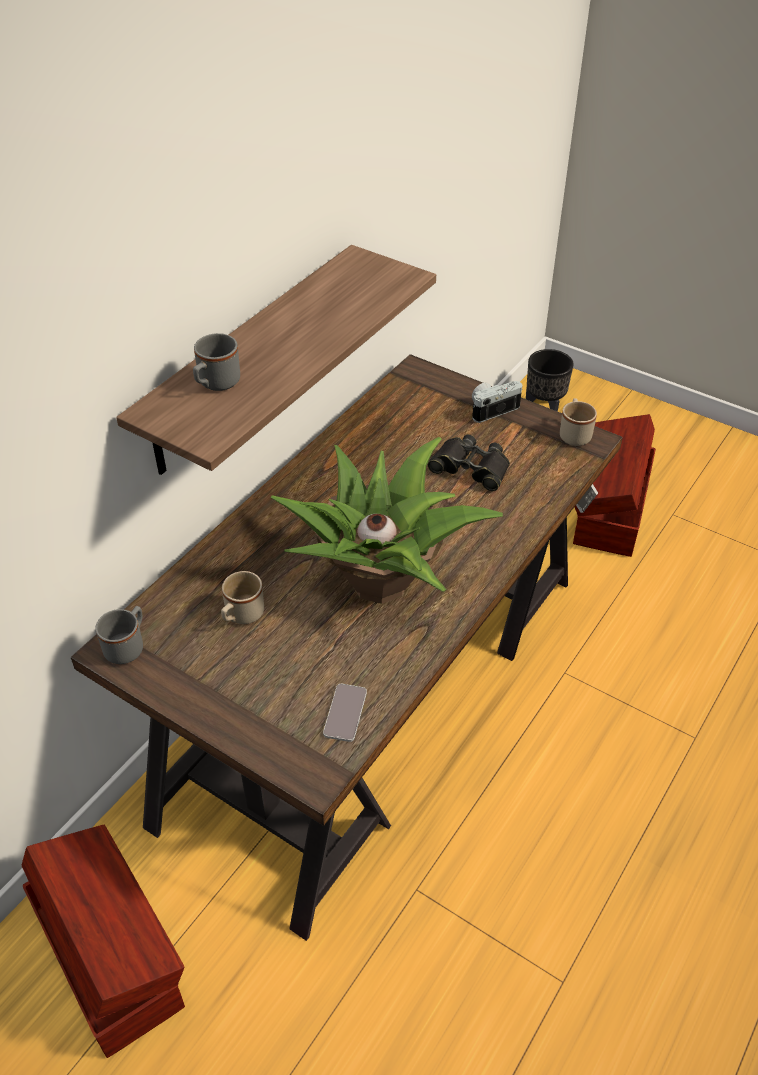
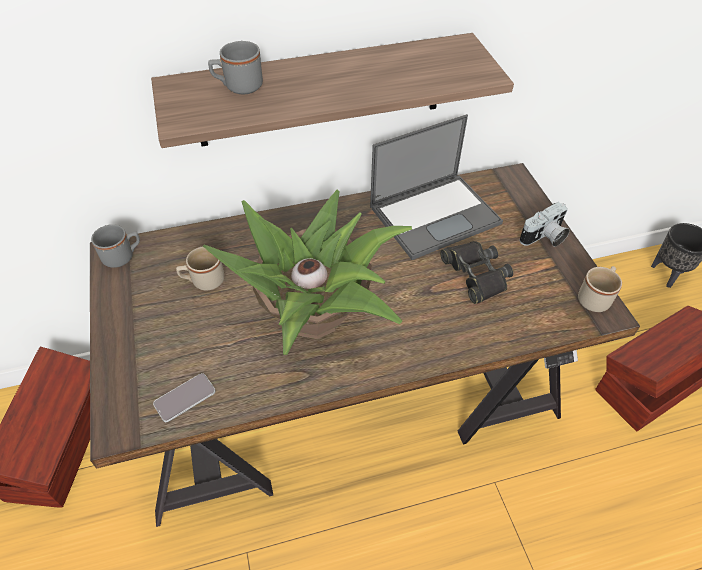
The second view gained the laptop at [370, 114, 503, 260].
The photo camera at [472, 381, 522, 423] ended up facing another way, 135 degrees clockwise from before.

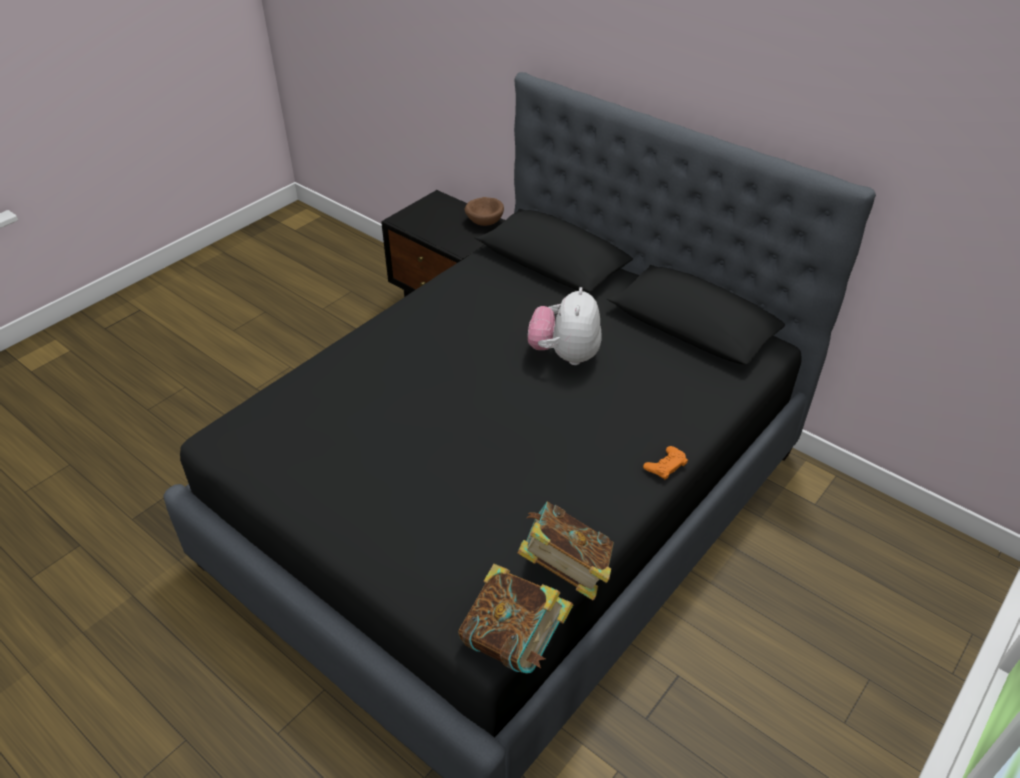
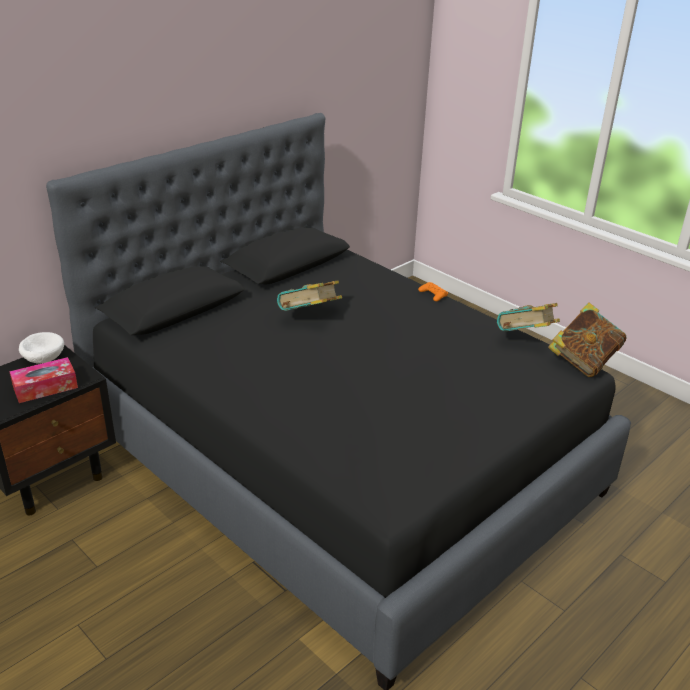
The second view gained the tissue box at [9, 357, 78, 403].
Where the plush toy stood at [528, 287, 601, 365], the book came to stand at [277, 280, 342, 311].
What was the brown bowl at [464, 197, 504, 226] turned into the white bowl at [19, 332, 64, 363].

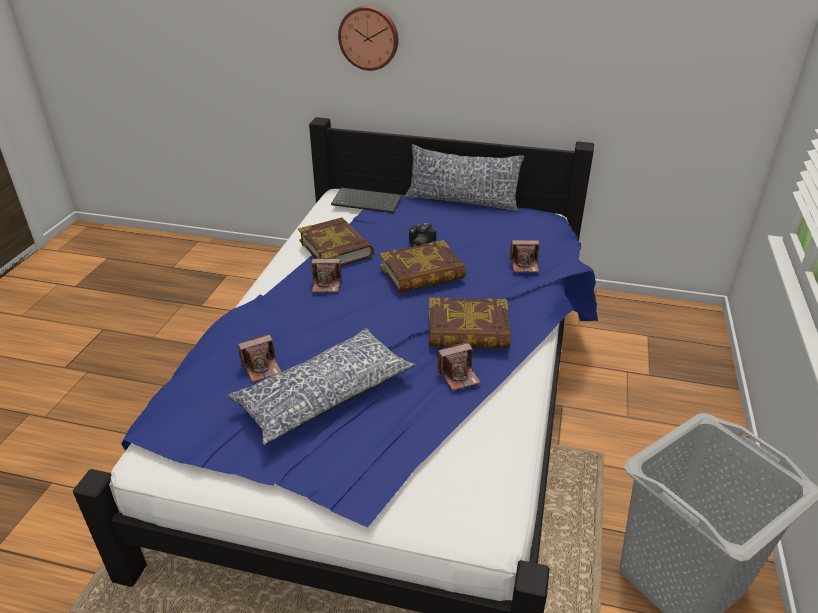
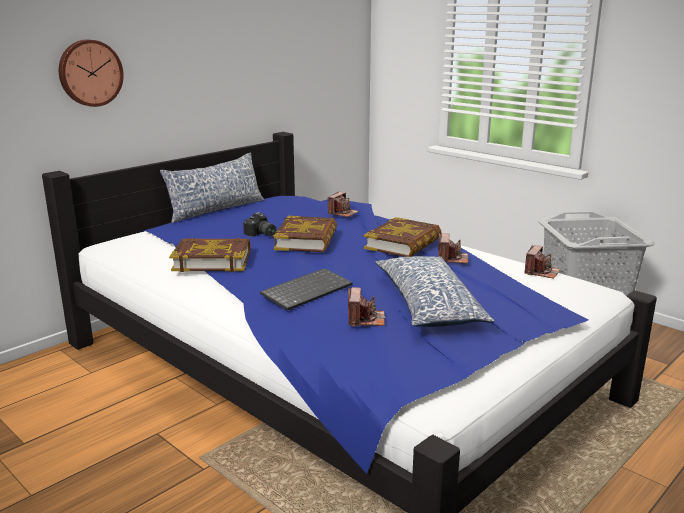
The photo camera ended up elsewhere, having gone from [311, 257, 342, 292] to [524, 245, 560, 279].
The keyboard ended up elsewhere, having gone from [331, 188, 402, 213] to [260, 268, 353, 311].

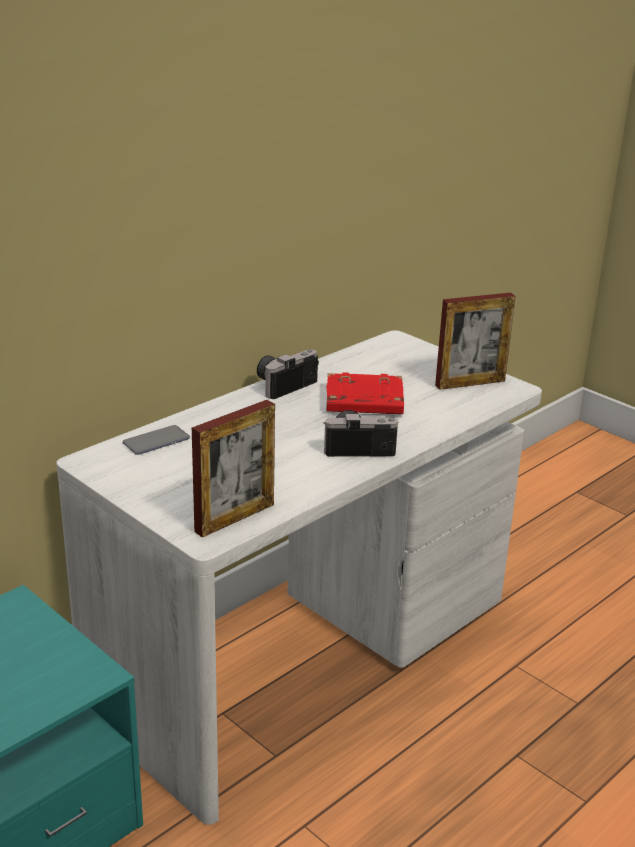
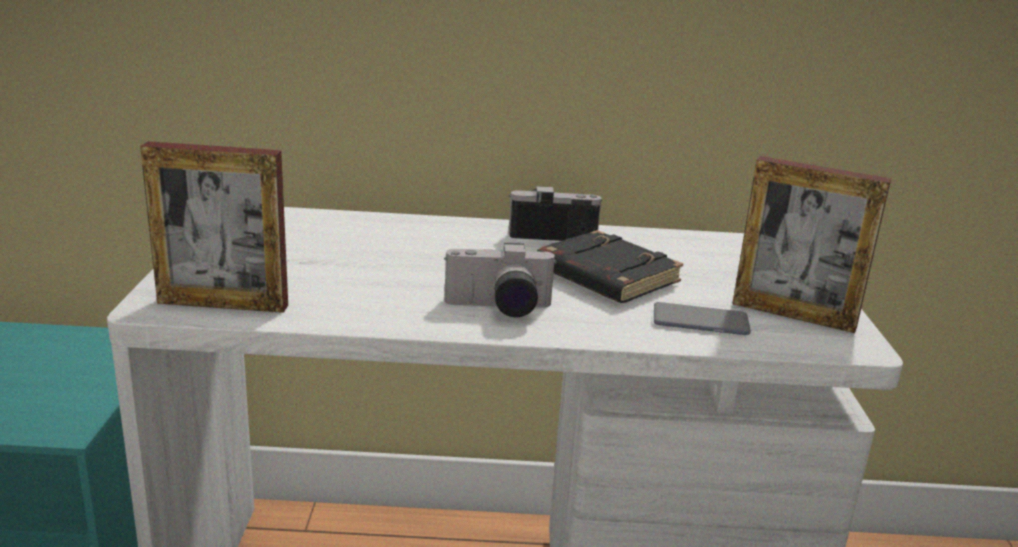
The phone ended up elsewhere, having gone from [122, 425, 190, 455] to [654, 302, 751, 335].
What was the red book at [326, 372, 404, 414] turned into the black book at [537, 230, 683, 303].
The photo camera at [323, 410, 399, 457] ended up facing another way, 135 degrees clockwise from before.

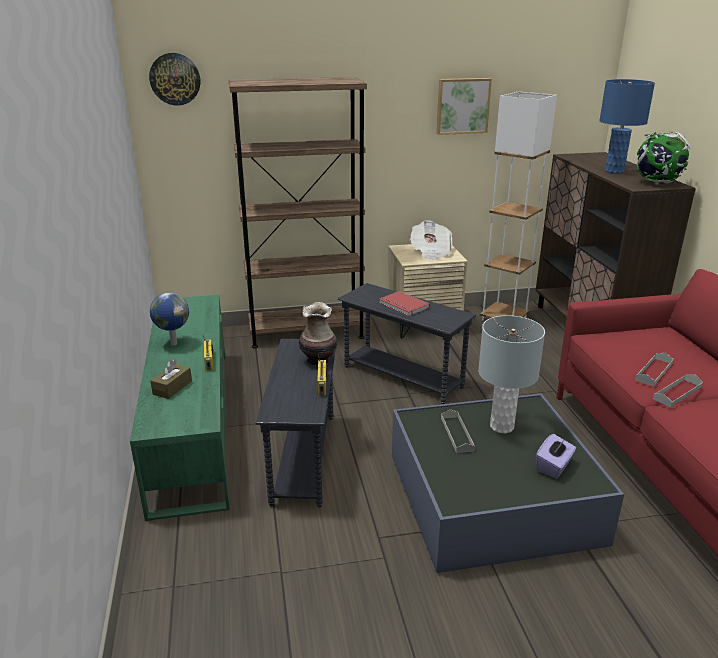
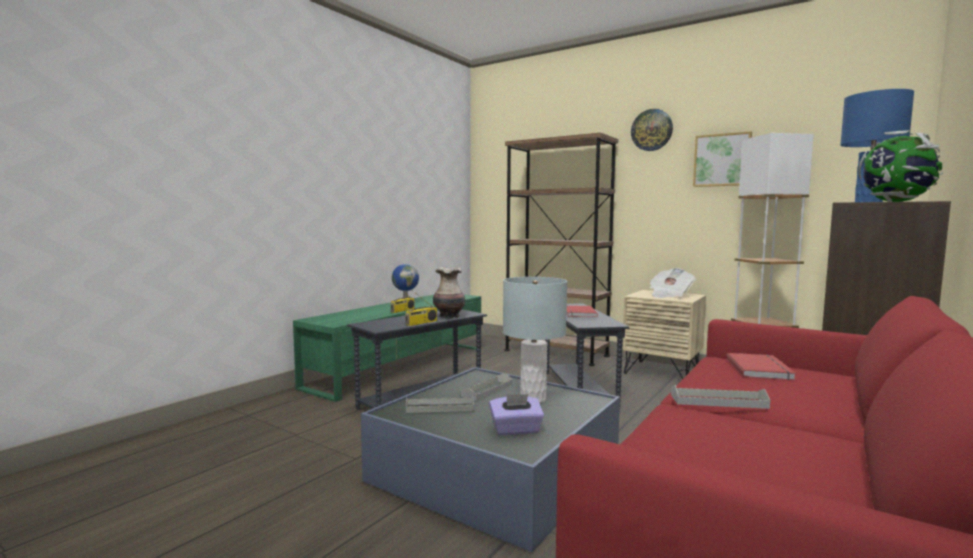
The second view lost the brown tissue box at [150, 359, 192, 399].
The second view gained the red book at [727, 353, 796, 380].
The wall clock ended up elsewhere, having gone from [149, 53, 200, 106] to [631, 109, 673, 151].
The grey tray ended up elsewhere, having gone from [635, 353, 673, 386] to [406, 396, 474, 413].

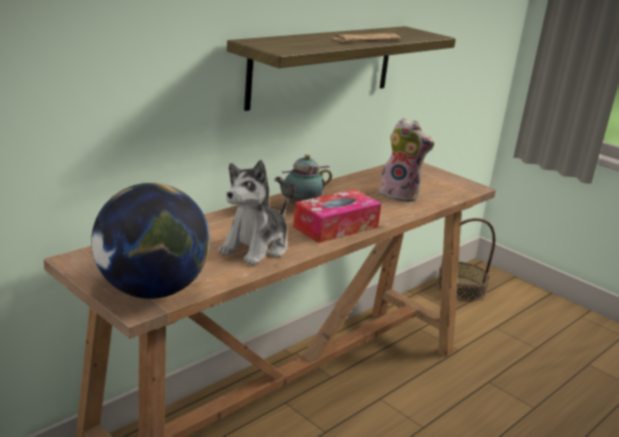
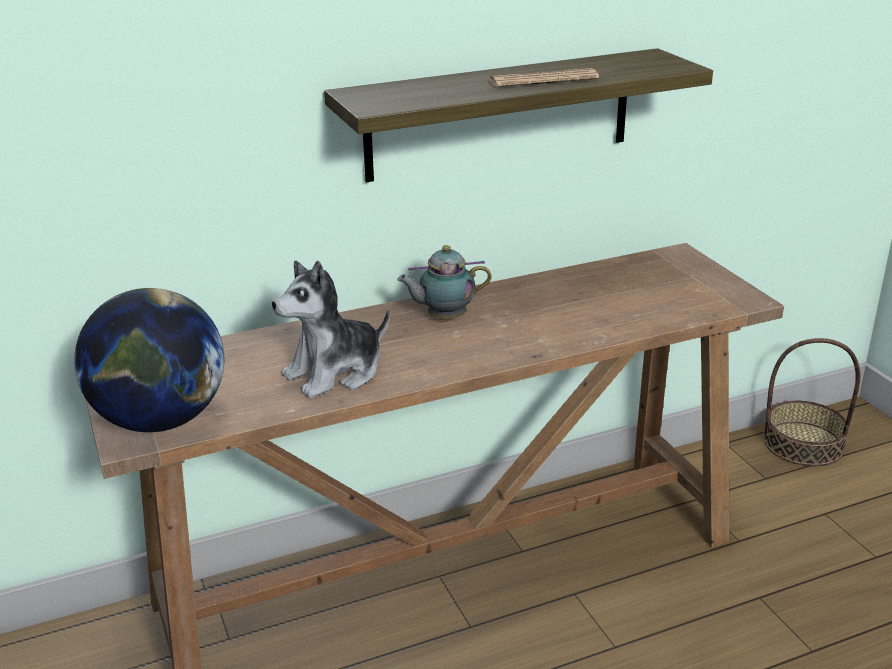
The second view lost the tissue box at [293, 189, 382, 243].
The second view lost the plush toy at [374, 118, 434, 202].

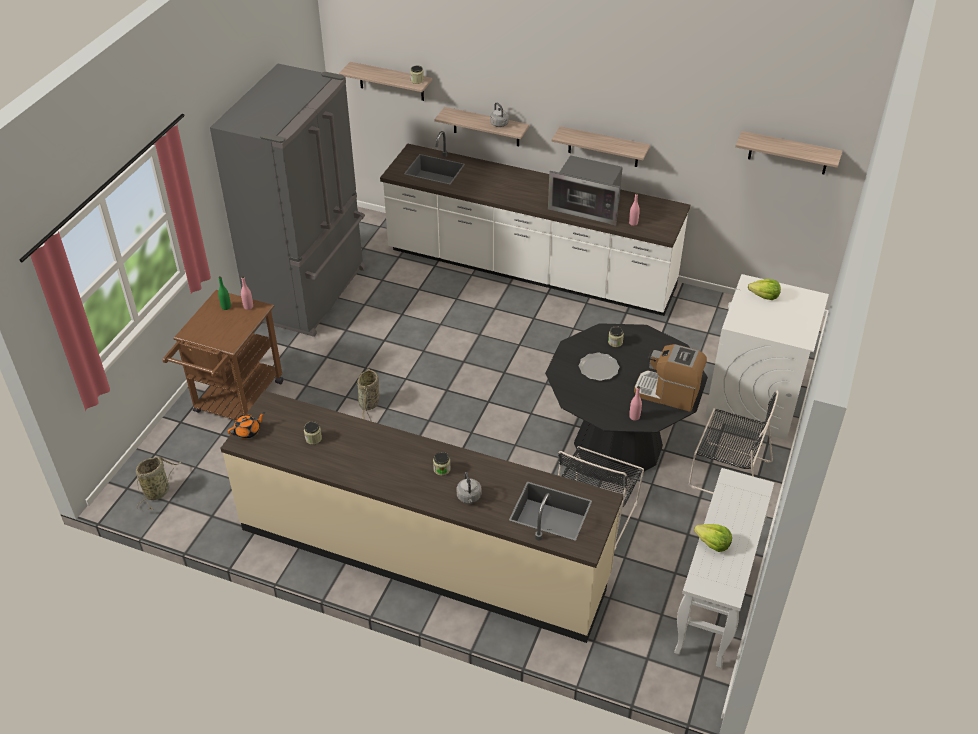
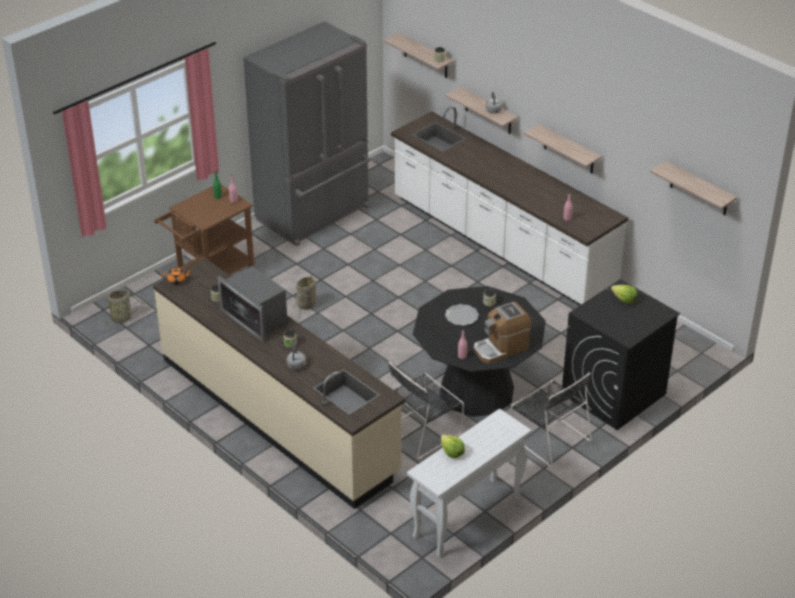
The microwave ended up elsewhere, having gone from [548, 155, 623, 225] to [217, 266, 288, 343].
What was the white washing machine at [705, 274, 829, 440] turned into the black washing machine at [562, 279, 680, 430].
The coffee machine at [634, 344, 707, 412] ended up facing another way, 75 degrees counterclockwise from before.

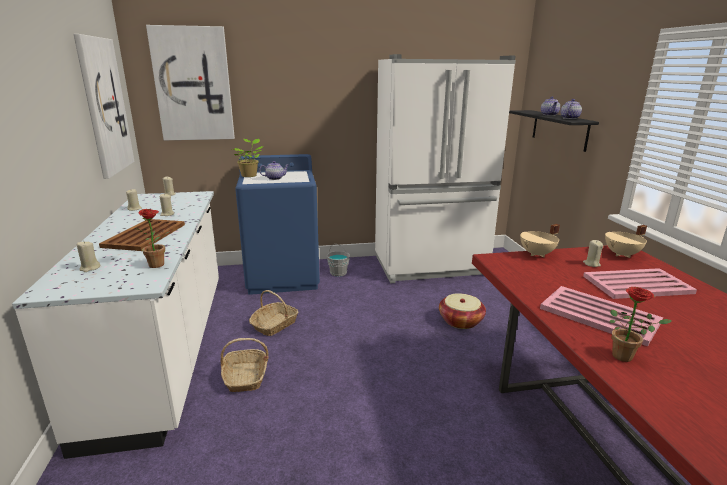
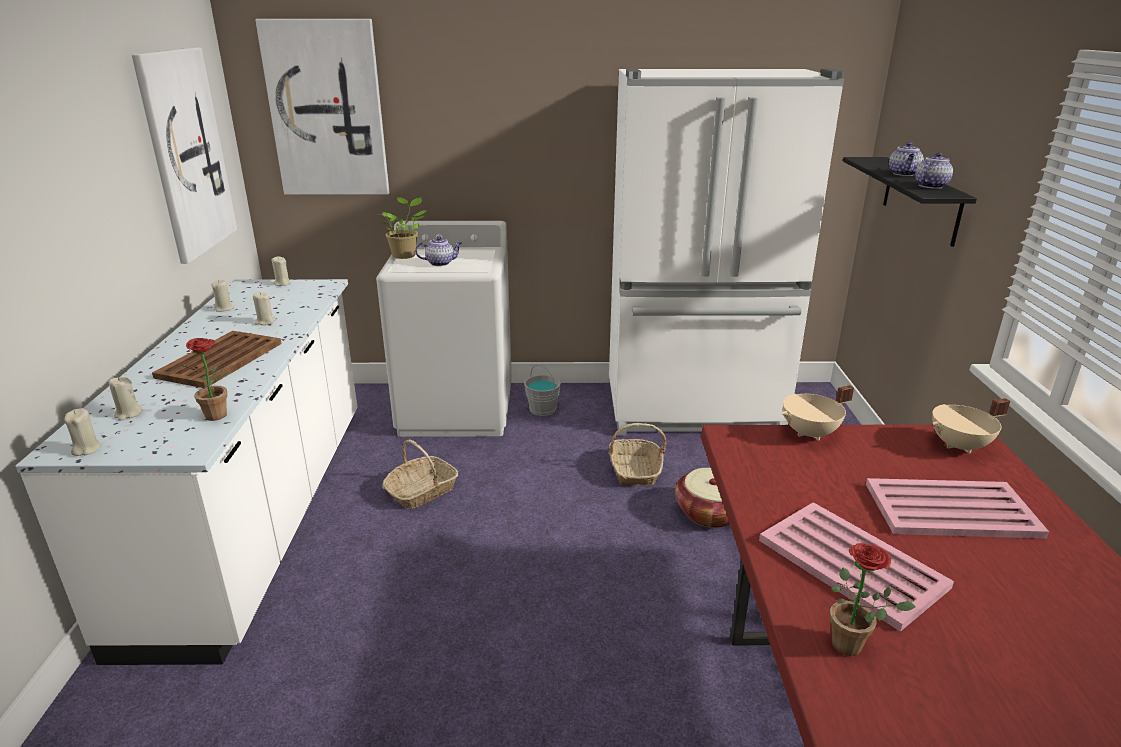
The basket ended up elsewhere, having gone from [221, 338, 269, 392] to [609, 423, 666, 486].
The beige candle ended up elsewhere, having gone from [583, 240, 603, 267] to [64, 408, 102, 456].
What was the blue washing machine at [235, 154, 320, 295] turned into the white washing machine at [376, 221, 512, 437].

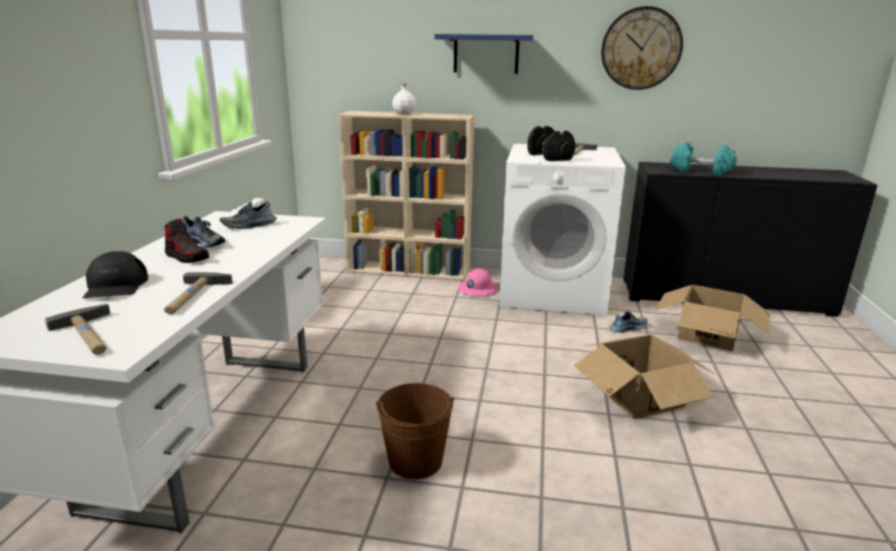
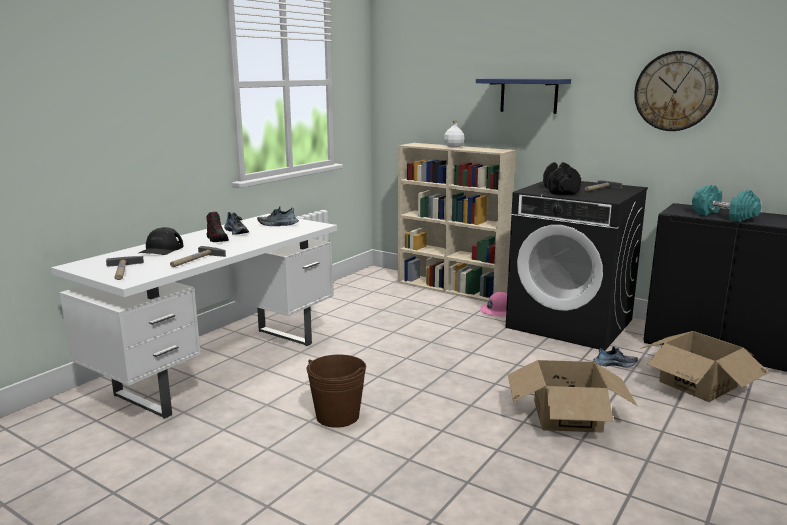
What was the white washing machine at [499, 144, 626, 316] turned into the black washing machine at [506, 181, 648, 351].

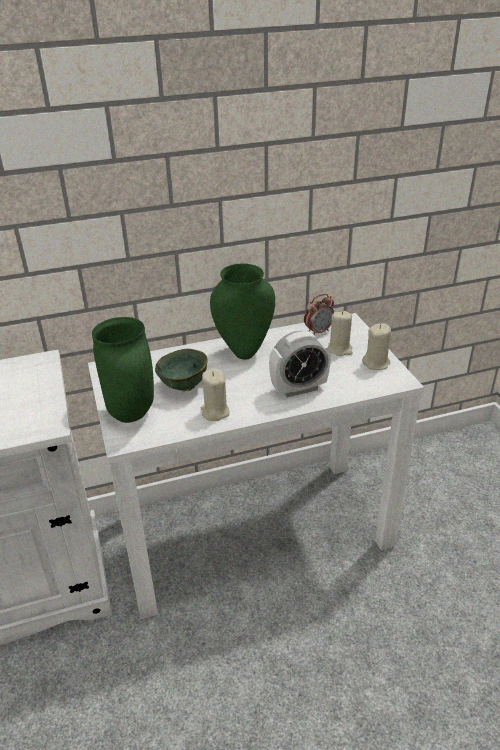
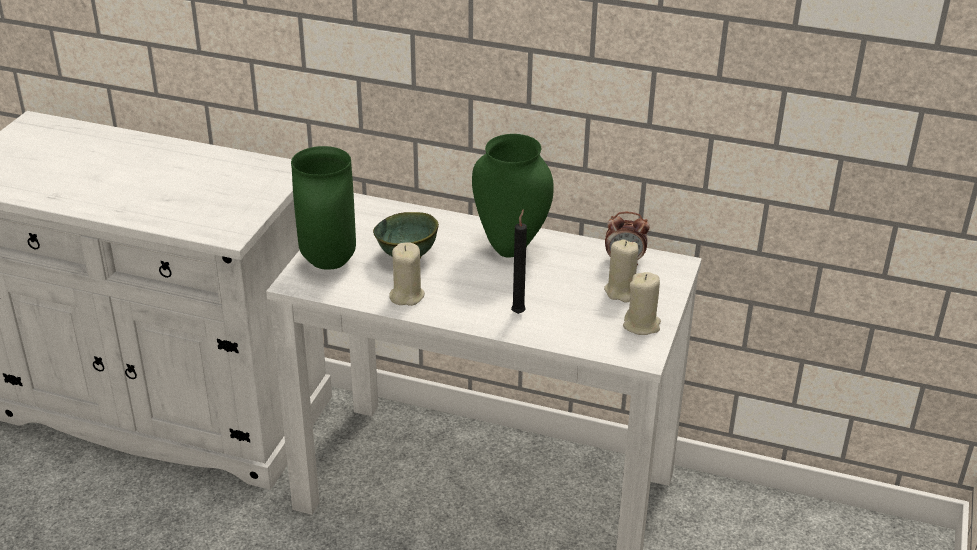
Where the alarm clock stood at [269, 331, 331, 397], the black candle came to stand at [511, 210, 527, 314].

